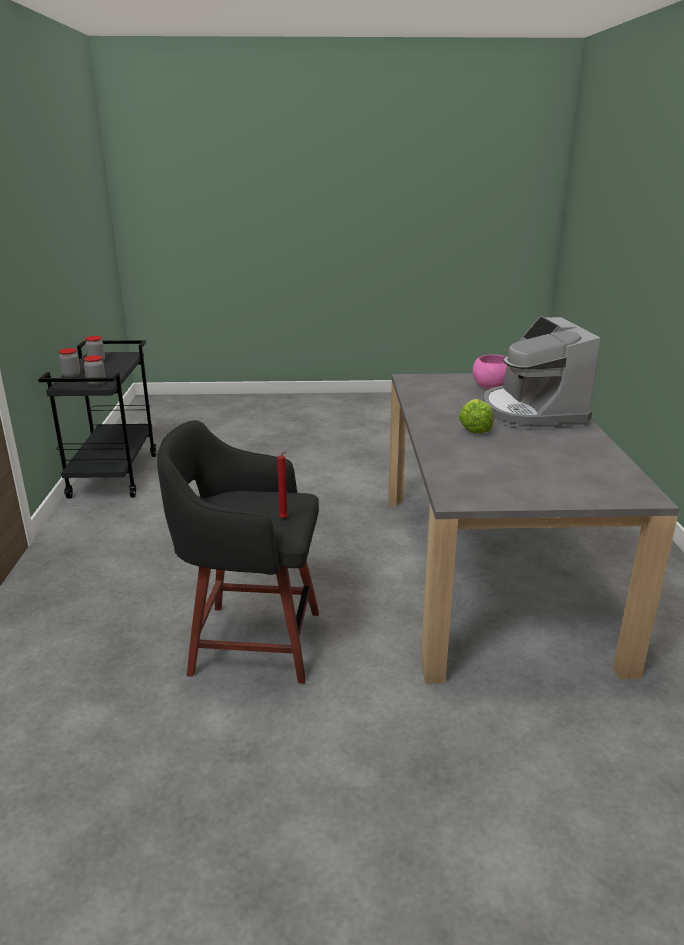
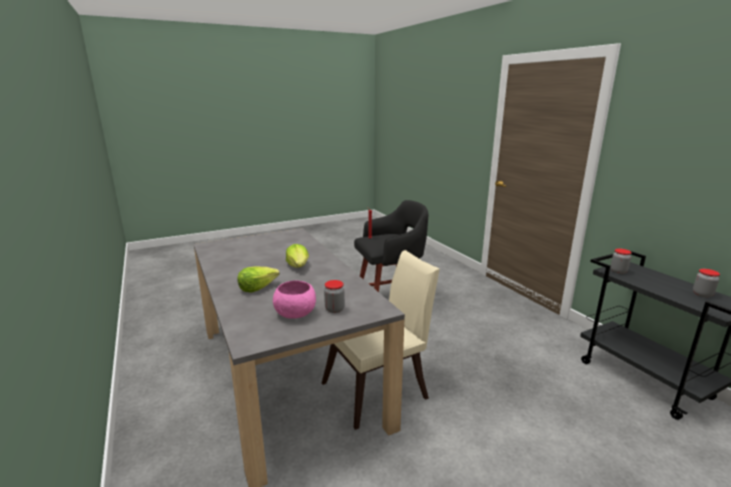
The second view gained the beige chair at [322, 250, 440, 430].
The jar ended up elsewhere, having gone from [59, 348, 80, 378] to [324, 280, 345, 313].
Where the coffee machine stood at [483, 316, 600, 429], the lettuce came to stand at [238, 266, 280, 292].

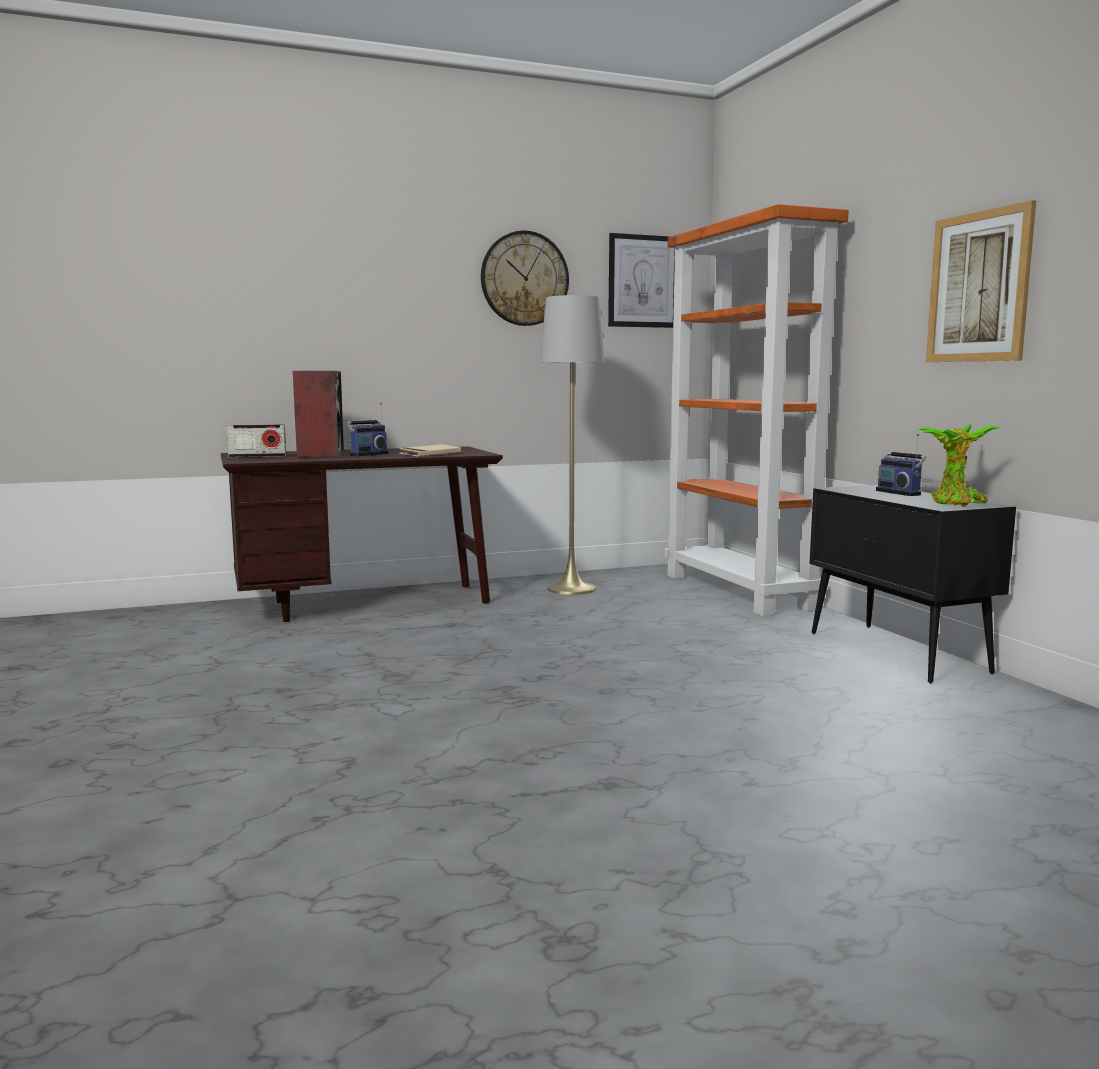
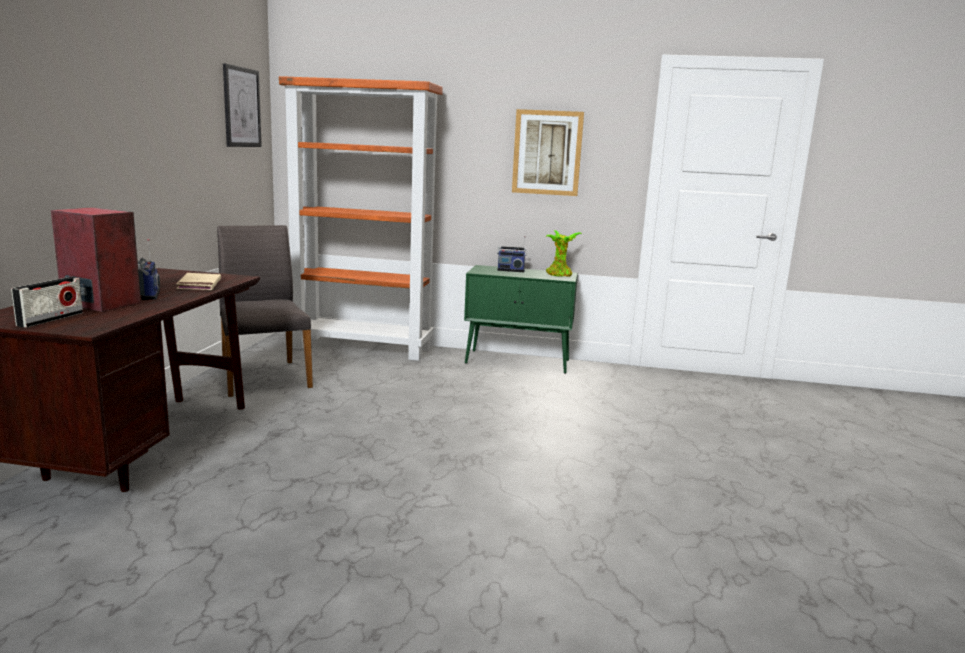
The second view lost the wall clock at [481, 231, 569, 326].
Where the grey floor lamp stood at [540, 295, 605, 595], the grey chair came to stand at [217, 225, 313, 397].
What was the black cabinet at [810, 485, 1016, 684] turned into the green cabinet at [464, 265, 578, 374].

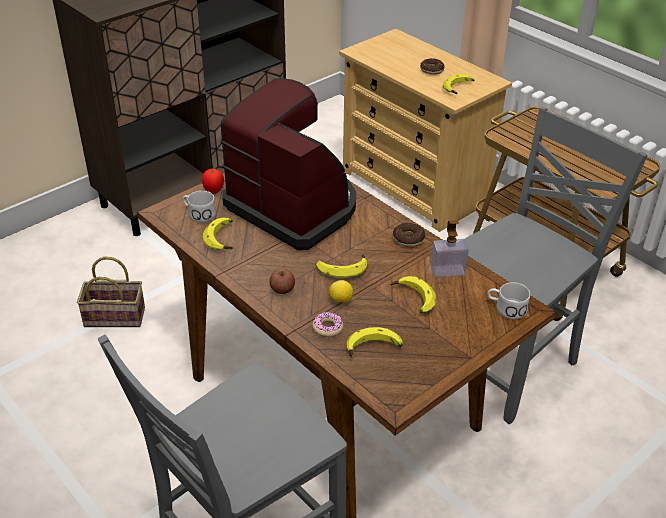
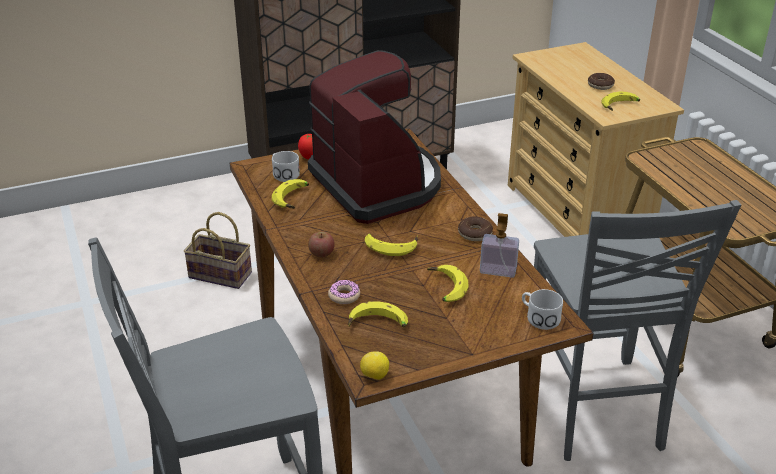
The lemon ended up elsewhere, having gone from [329, 280, 353, 303] to [360, 351, 389, 380].
The grey chair at [465, 107, 648, 424] ended up facing another way, 105 degrees clockwise from before.

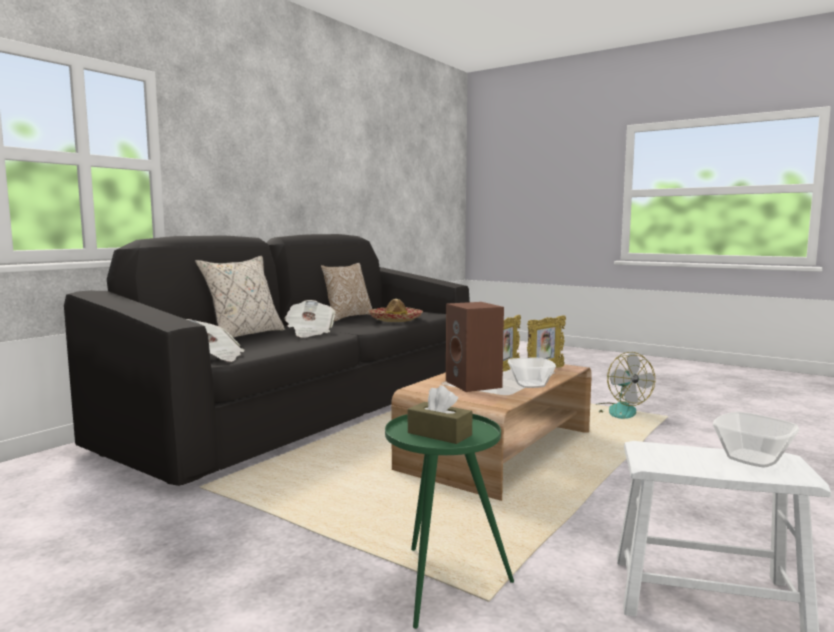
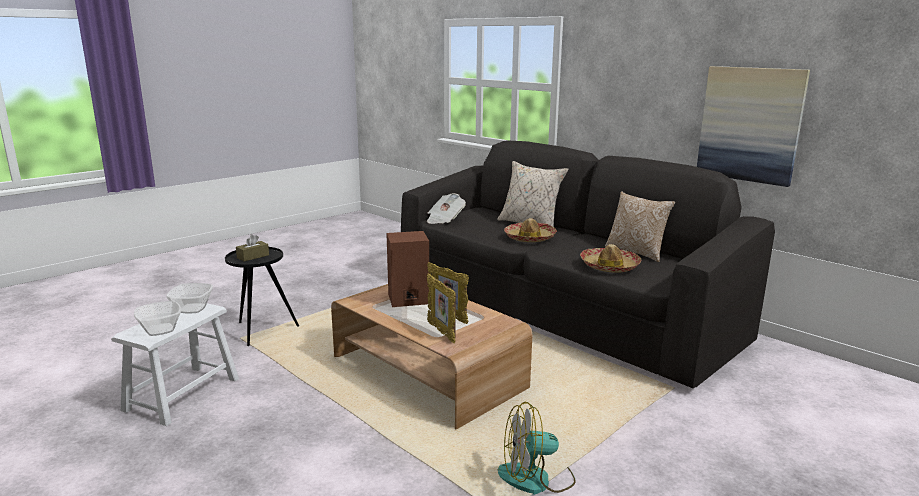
The second view gained the picture at [697, 66, 810, 187].
The bowl ended up elsewhere, having gone from [508, 358, 556, 388] to [167, 283, 213, 313].
Where the newspaper stood at [285, 300, 336, 338], the hat came to stand at [504, 218, 557, 242].
What was the green side table at [385, 414, 514, 629] turned into the black side table at [225, 247, 299, 346].

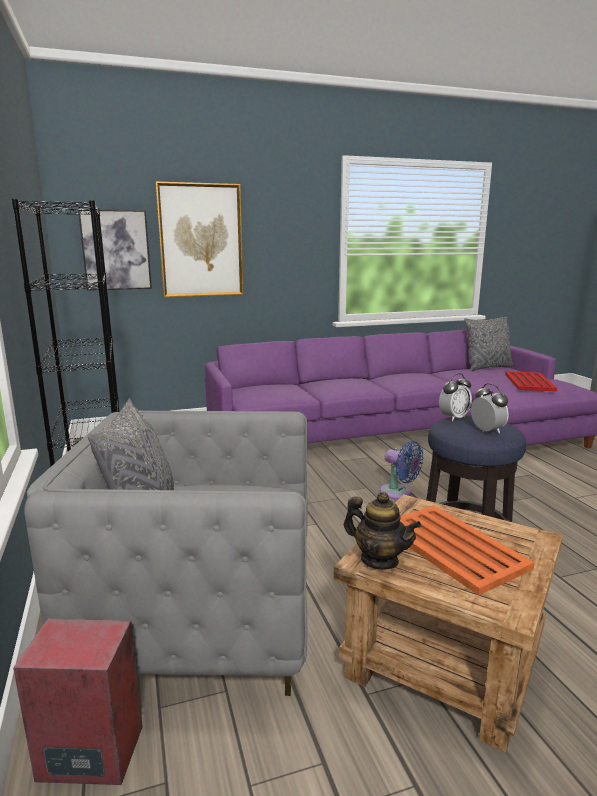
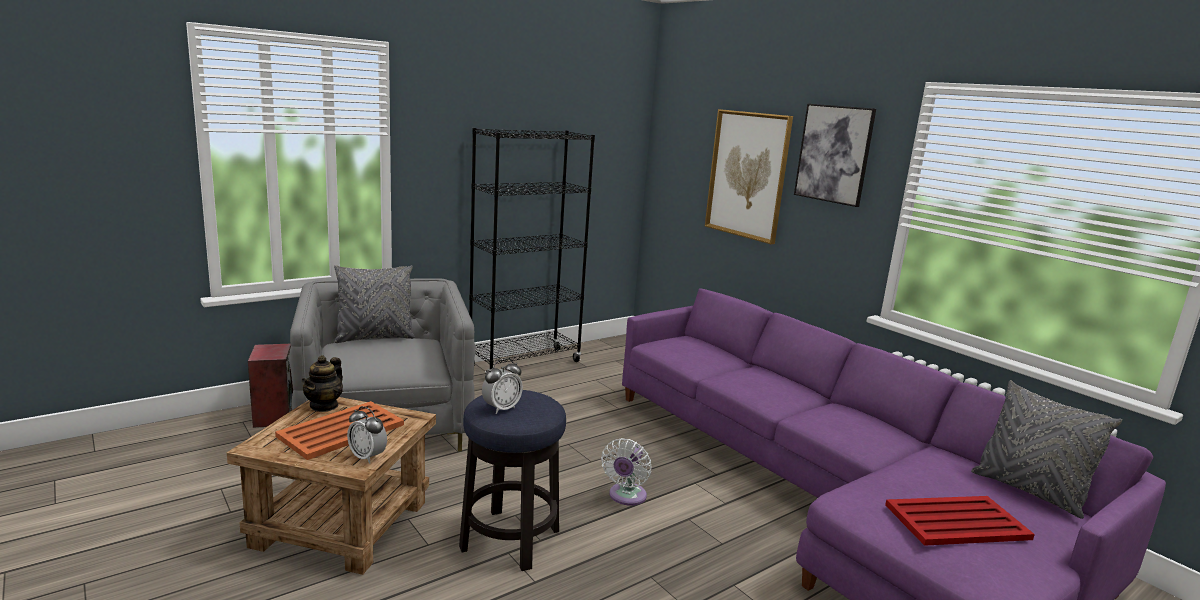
The picture ended up elsewhere, having gone from [78, 210, 152, 290] to [794, 104, 876, 207].
The alarm clock ended up elsewhere, having gone from [439, 373, 472, 421] to [347, 406, 387, 464].
What was the blue fan at [380, 441, 424, 499] turned into the white fan at [601, 438, 651, 506].

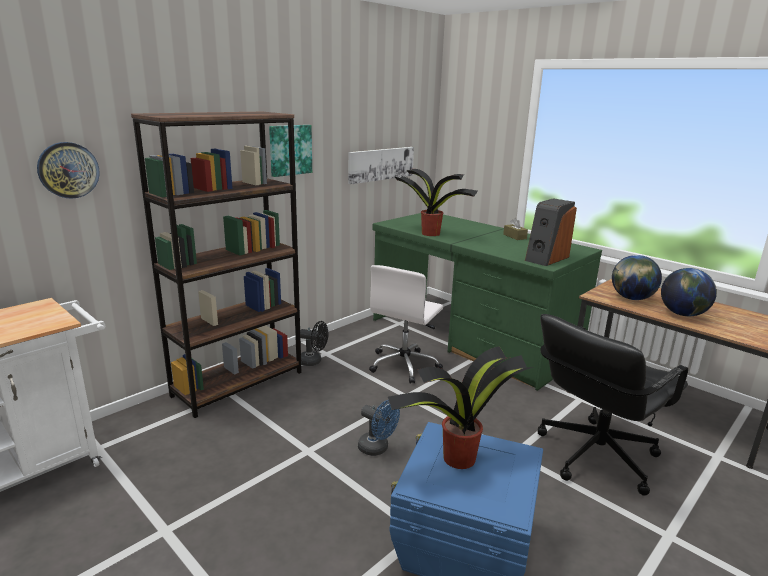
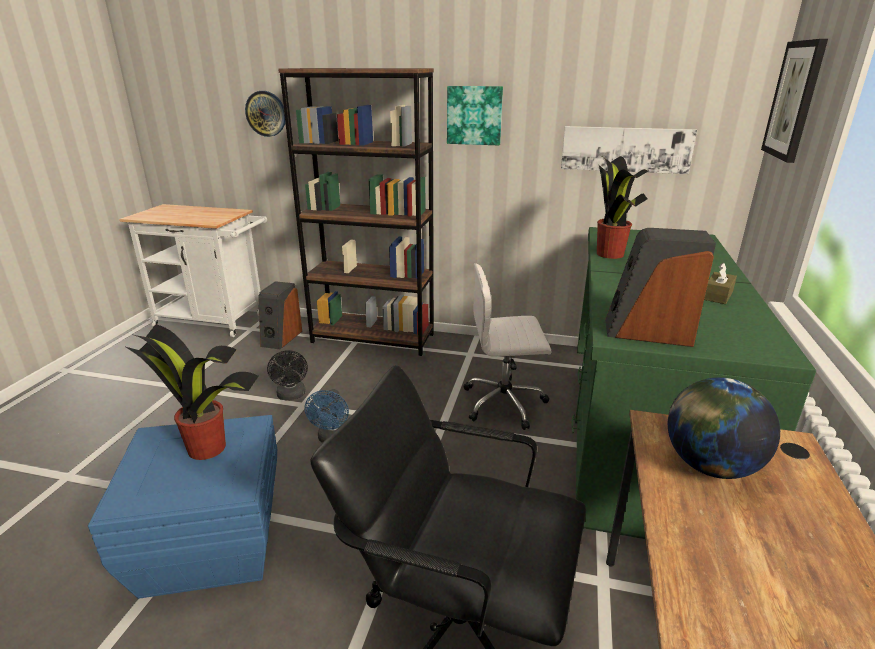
The second view lost the globe at [661, 268, 717, 316].
The second view gained the speaker at [258, 281, 302, 349].
The second view gained the picture at [761, 39, 828, 163].
The black fan ended up elsewhere, having gone from [300, 321, 329, 366] to [267, 350, 308, 400].

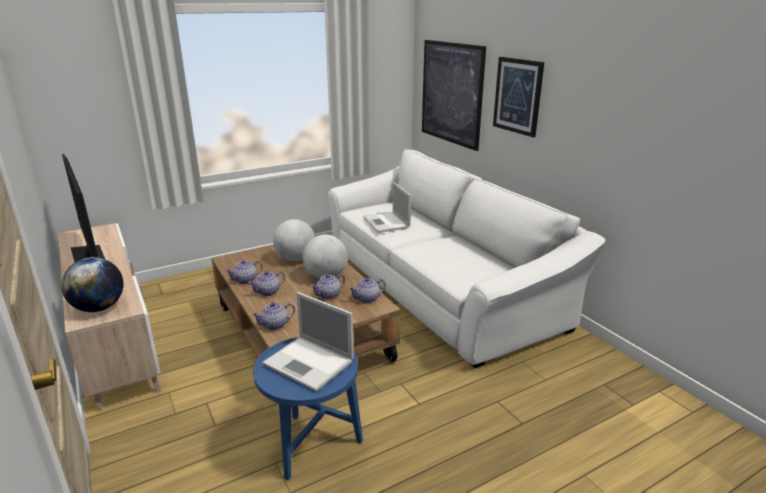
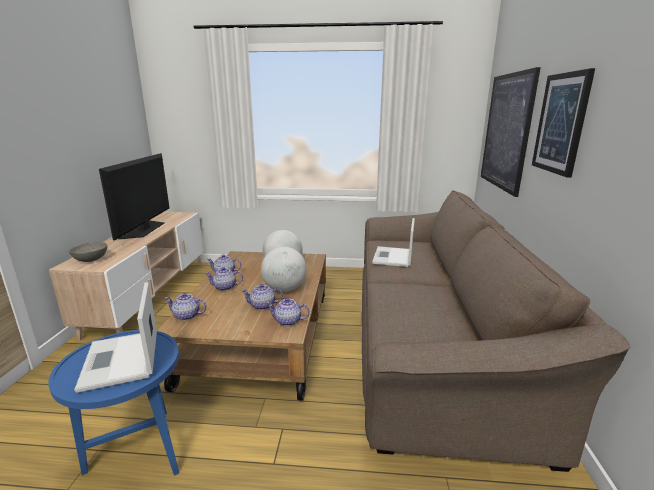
Where the globe stood at [61, 257, 124, 312], the grey bowl came to stand at [69, 242, 107, 262].
What was the white sofa at [327, 149, 605, 368] turned into the brown sofa at [362, 191, 630, 472].

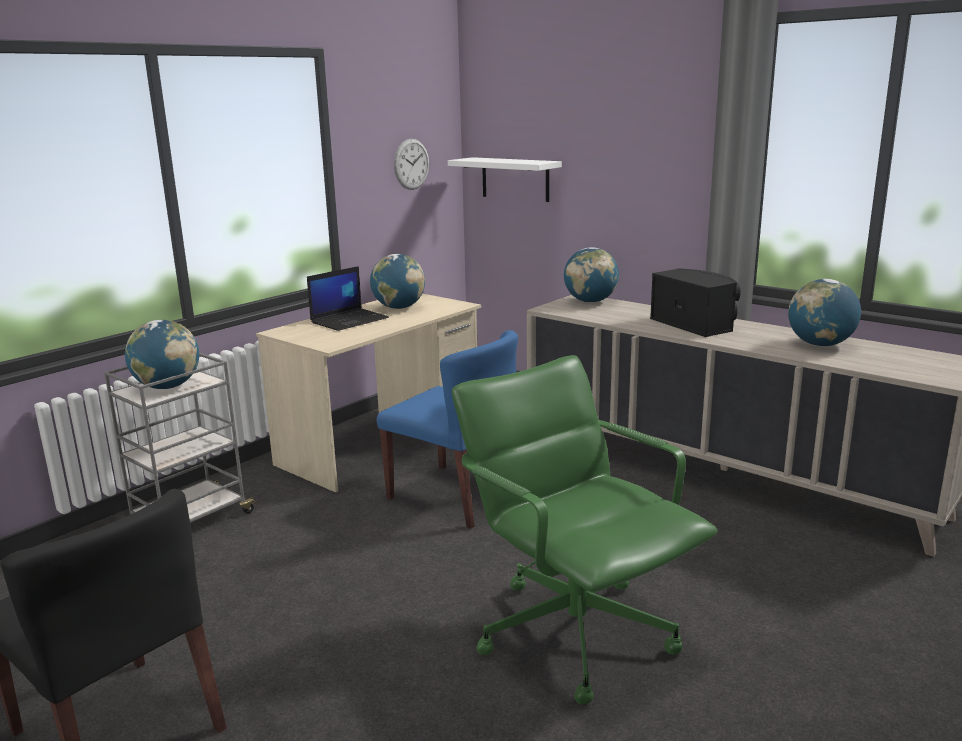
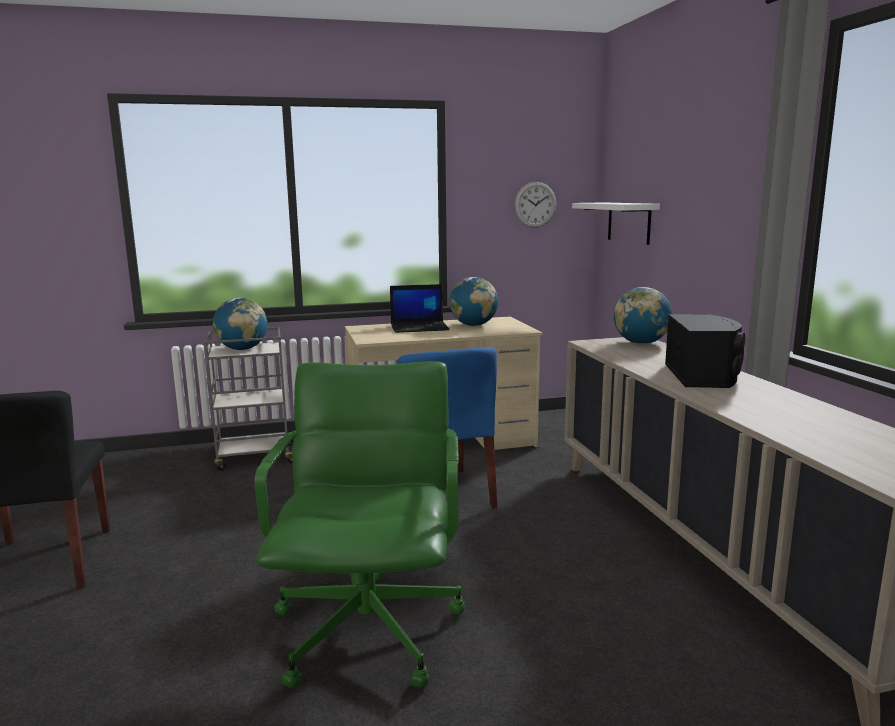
The second view lost the globe at [788, 279, 861, 346].

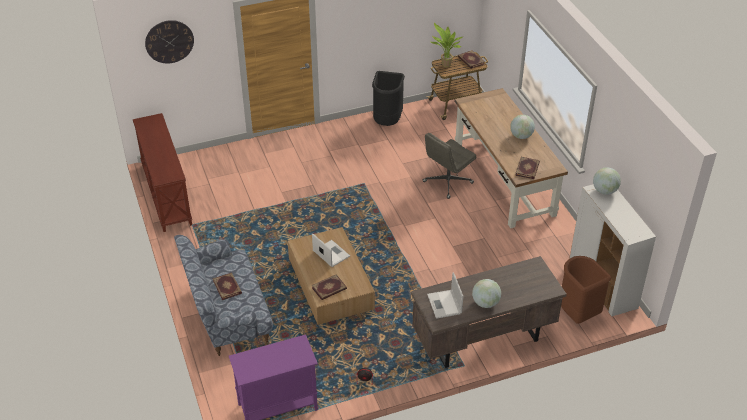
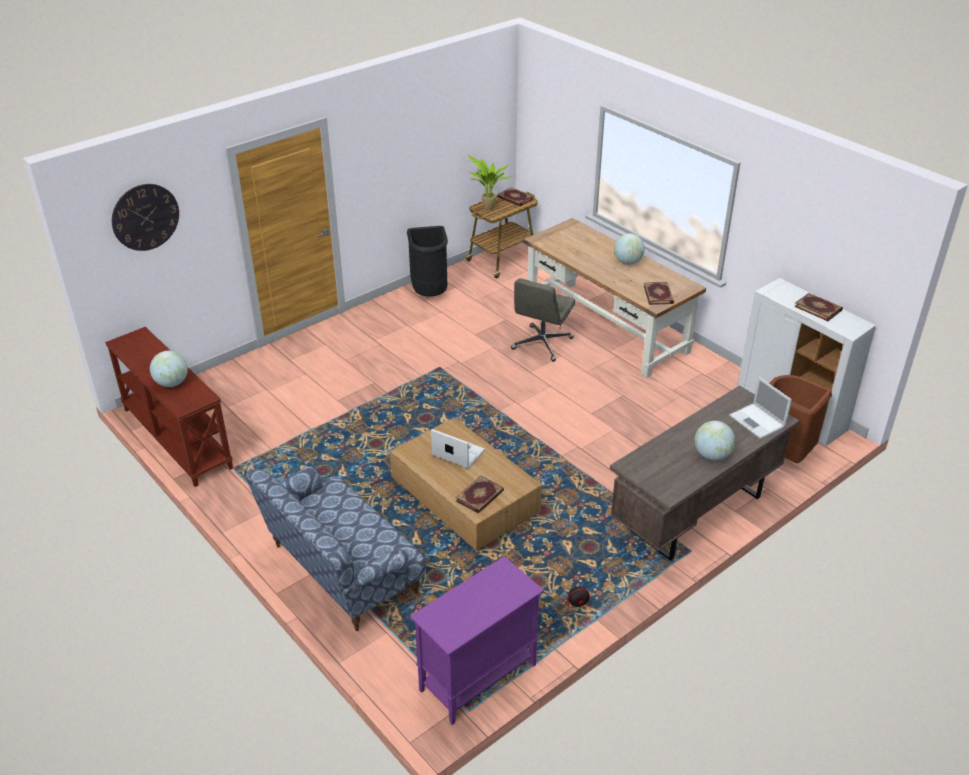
The book ended up elsewhere, having gone from [213, 273, 242, 300] to [794, 293, 843, 321].
The laptop ended up elsewhere, having gone from [427, 272, 463, 319] to [729, 377, 792, 439].
The globe ended up elsewhere, having gone from [593, 167, 621, 195] to [150, 351, 188, 387].

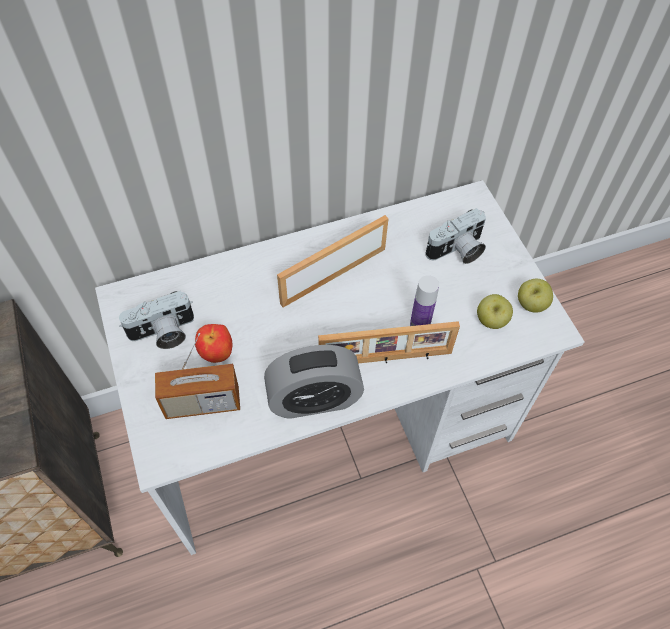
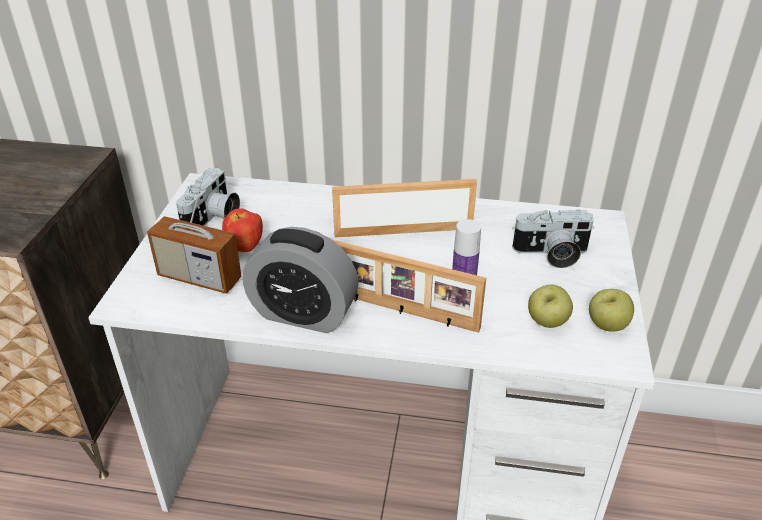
The photo camera at [119, 291, 194, 349] ended up facing another way, 75 degrees counterclockwise from before.

